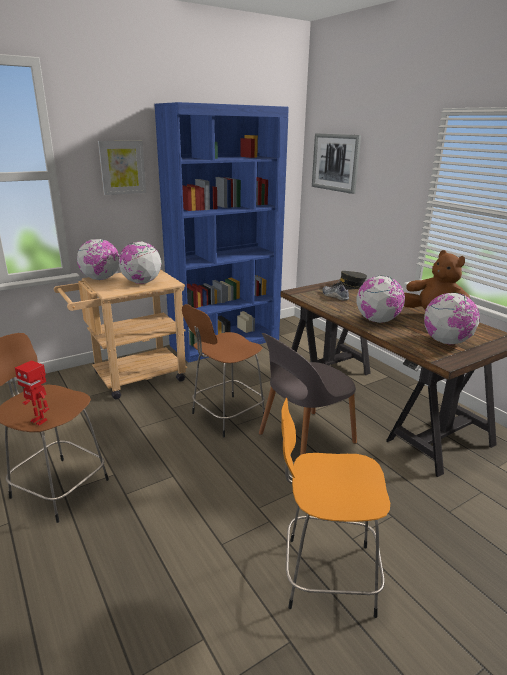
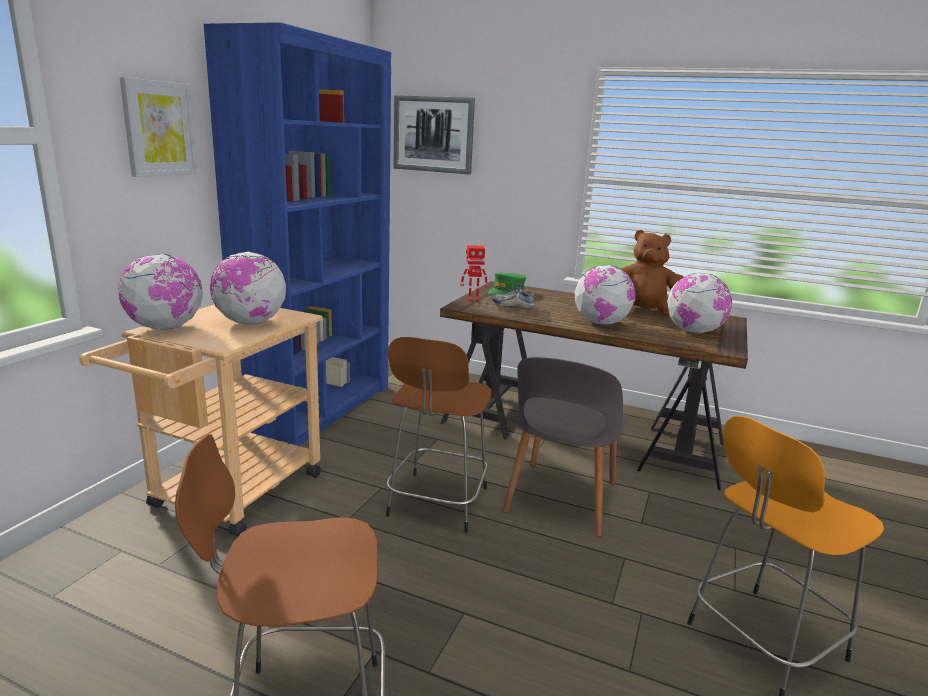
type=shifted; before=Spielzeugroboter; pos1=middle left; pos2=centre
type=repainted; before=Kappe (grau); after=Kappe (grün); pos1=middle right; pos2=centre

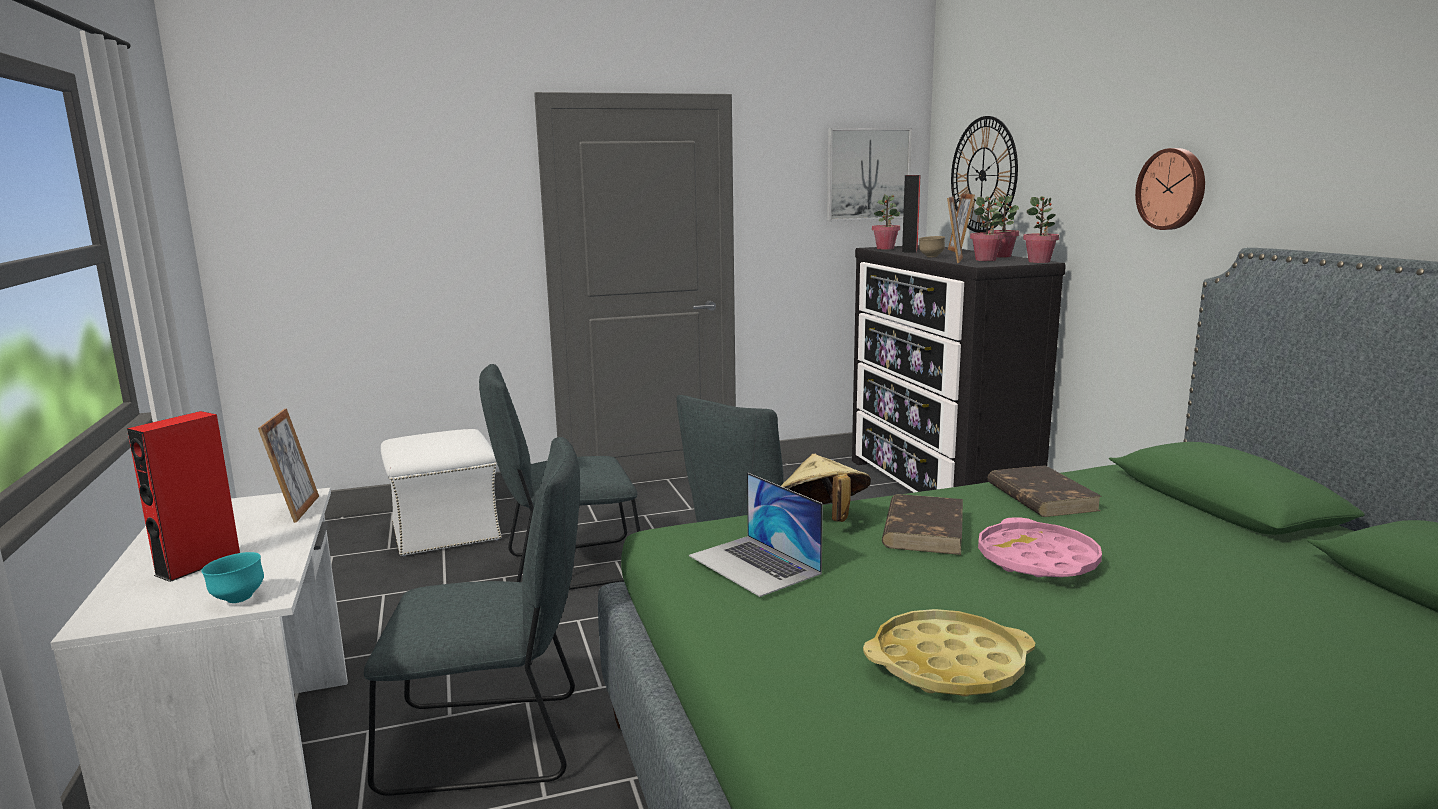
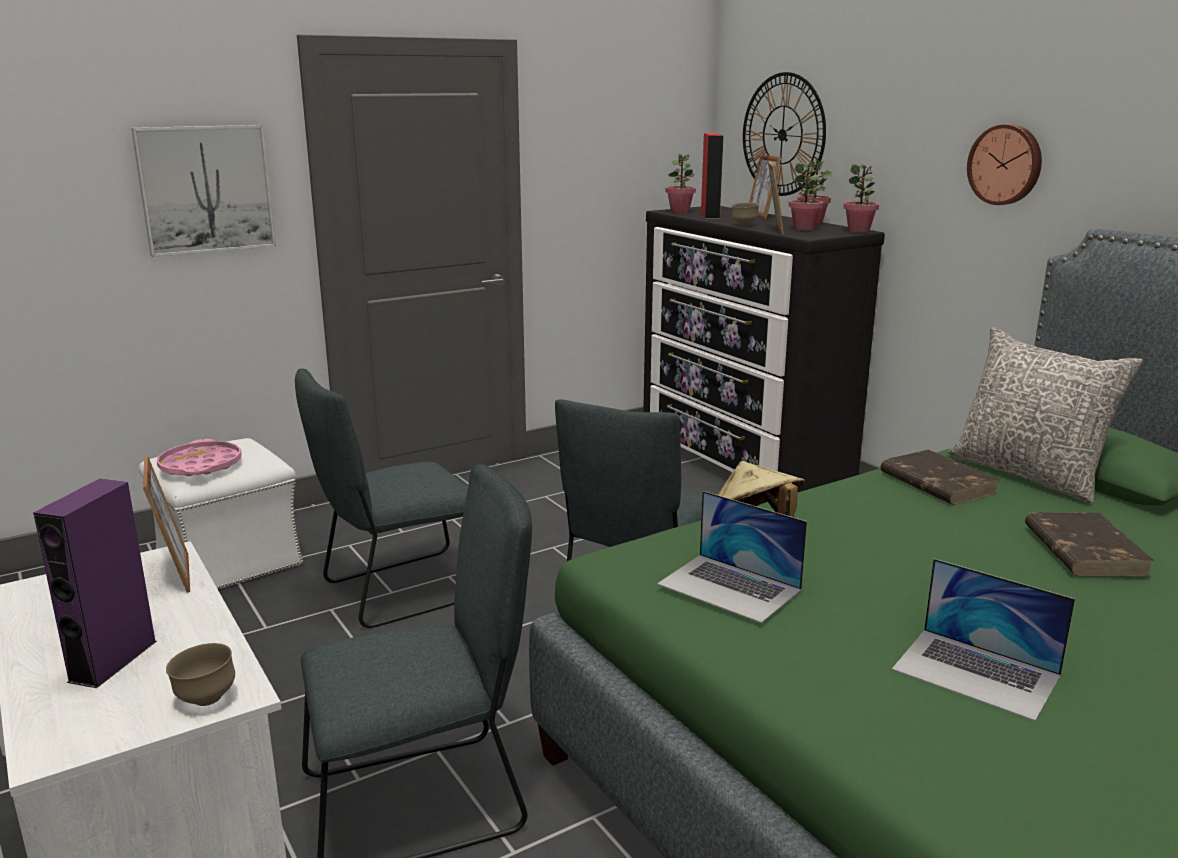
type=repainted; before=Lautsprecher (rot) (no. 1 from left); after=Lautsprecher (lila); pos1=middle left; pos2=bottom left
type=repainted; before=Schüssel (türkis); after=Schüssel (braun) (no. 1 from left); pos1=bottom left; pos2=bottom left
type=shifted; before=Bild; pos1=top centre; pos2=top left
type=swapped; before=Tablett (gelb); after=Laptop (no. 2 from left); pos1=bottom centre; pos2=bottom right
type=shifted; before=Buch (braun) (no. 1 from left in the first image); after=Buch (braun) (no. 2 from left); pos1=centre; pos2=middle right
type=shifted; before=Tablett (rosa); pos1=bottom right; pos2=middle left
type=new; after=Kissen (grau); pos2=middle right

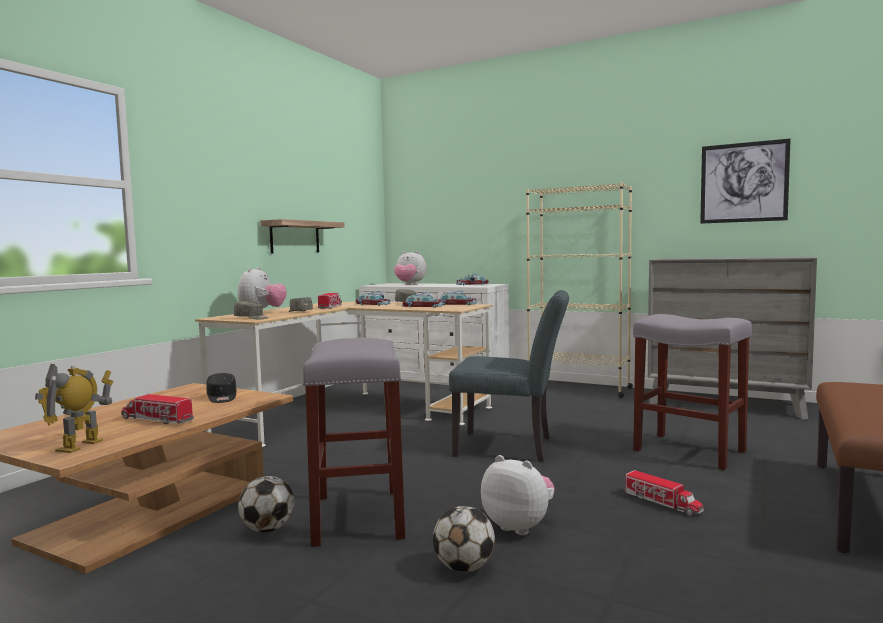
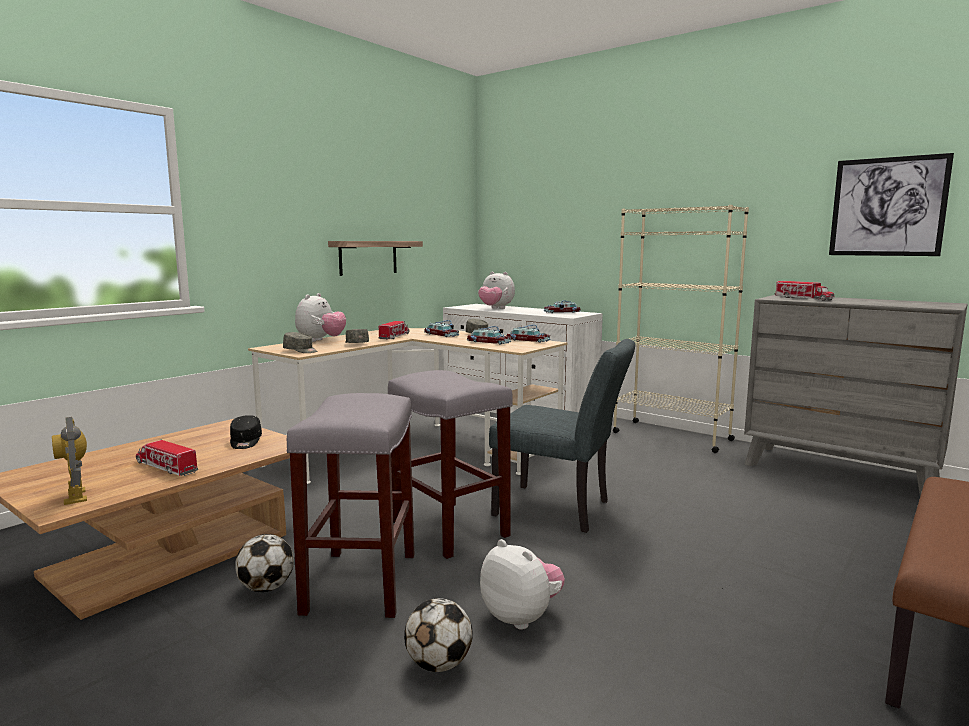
type=rotated; before=Spielzeugroboter; pos1=middle left; pos2=middle left; turn=-60
type=shifted; before=Spielzeuglaster (no. 3 from left); pos1=bottom right; pos2=middle right
type=shifted; before=Hocker (grau) (no. 2 from left); pos1=middle right; pos2=centre

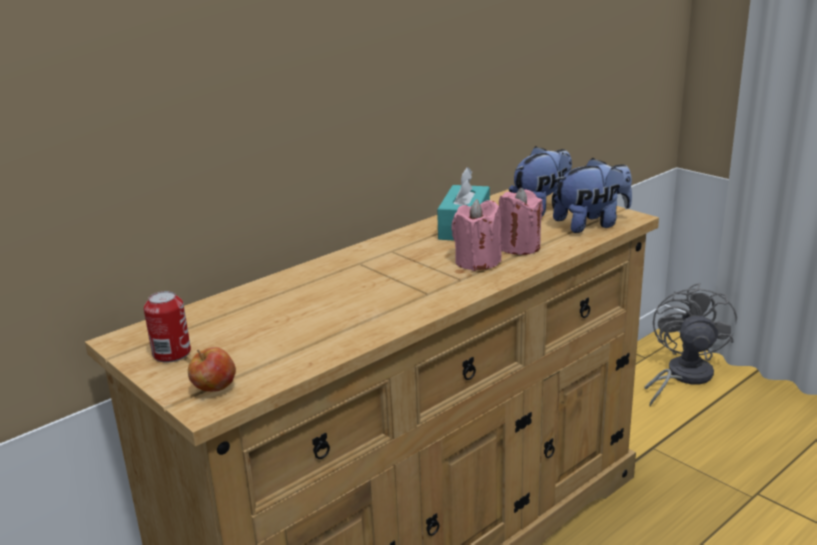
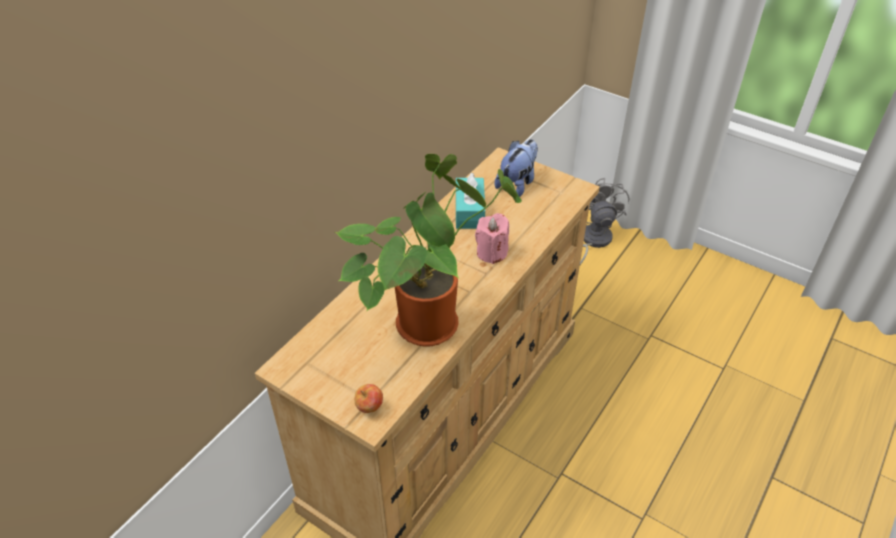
type=gone; before=Dose; pos1=middle left
type=gone; before=Kerze (rosa) (no. 2 from left); pos1=centre
type=gone; before=Plüschtier (no. 2 from left); pos1=middle right
type=new; after=Topfpflanze; pos2=centre

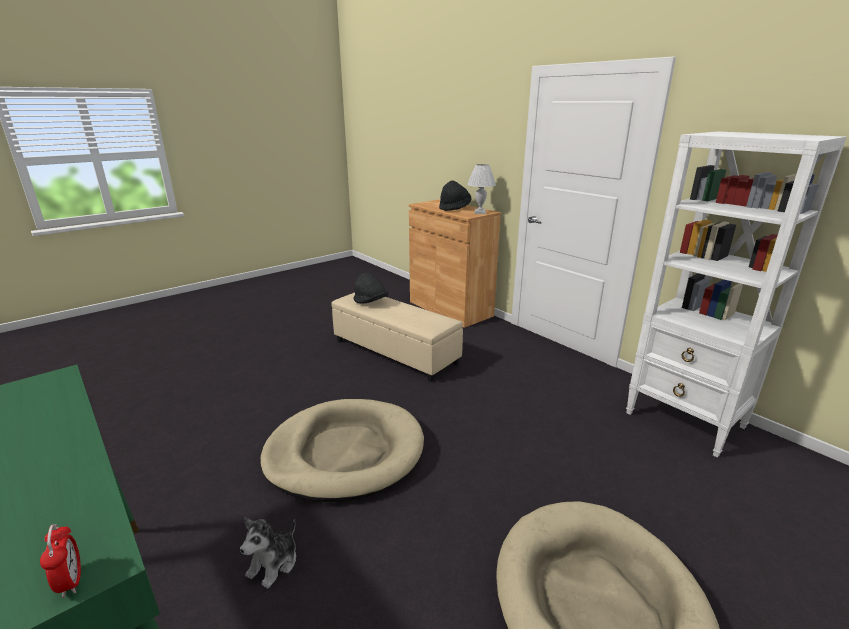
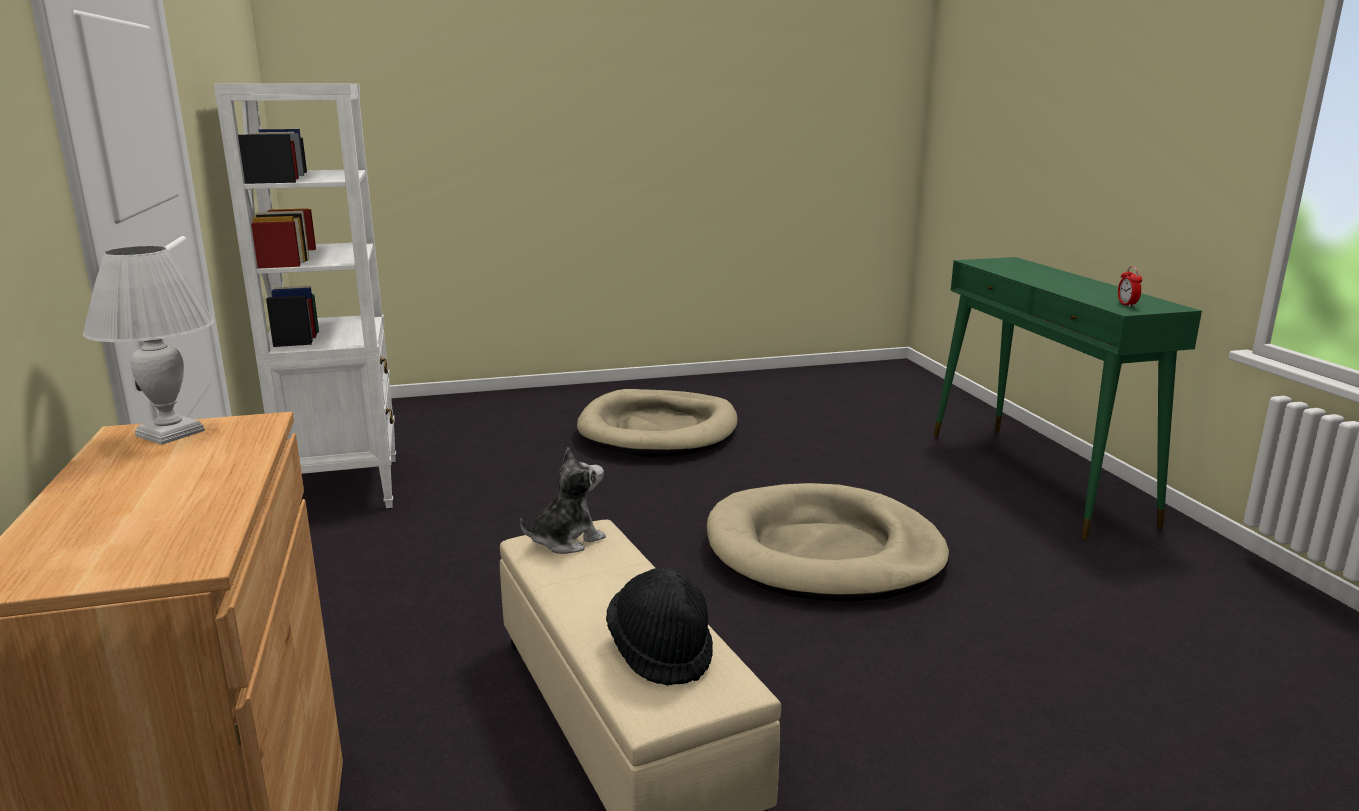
type=shifted; before=Wecker; pos1=bottom left; pos2=middle right
type=shifted; before=Plüschtier; pos1=bottom left; pos2=centre
type=gone; before=Hut (schwarz) (no. 2 from left); pos1=top centre

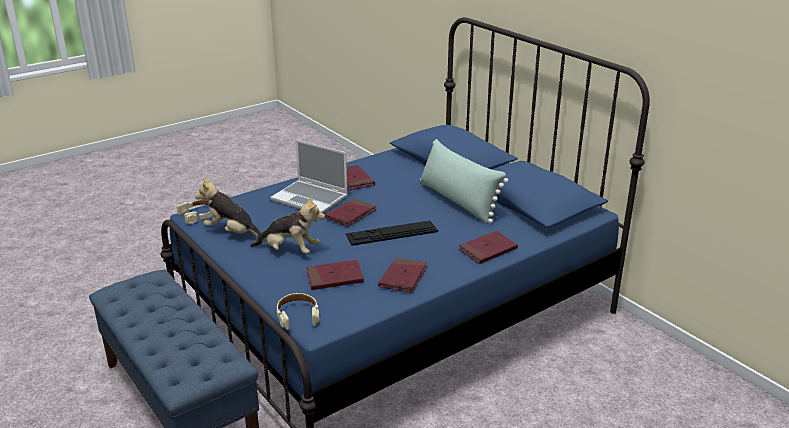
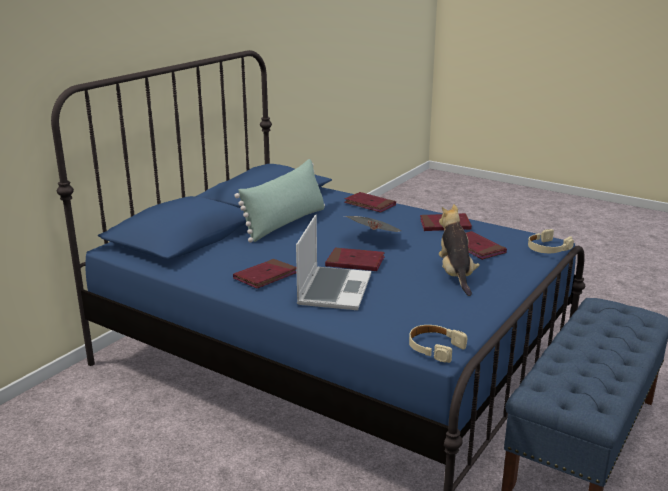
type=gone; before=Plüschtier (no. 1 from left); pos1=middle left
type=swapped; before=Tastatur; after=Zeitung; pos1=centre; pos2=centre

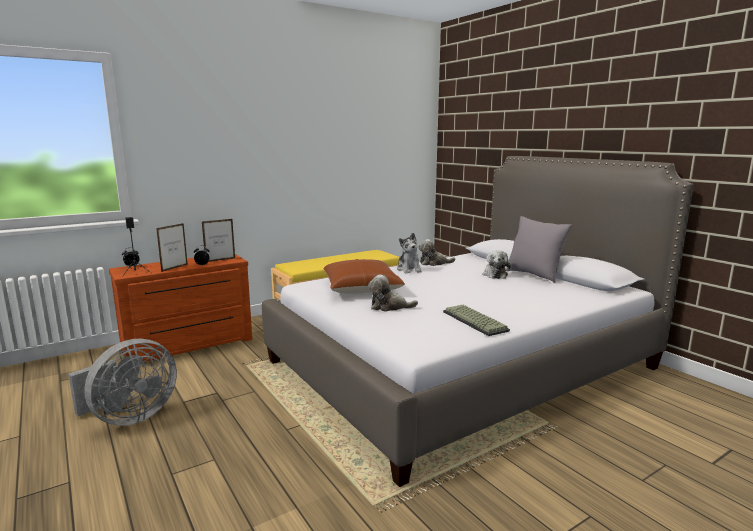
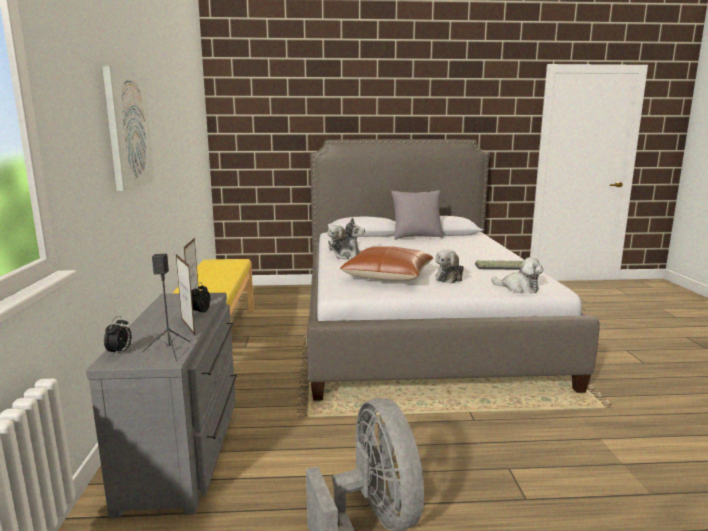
type=repainted; before=Kommode (braun); after=Kommode (grau); pos1=middle left; pos2=bottom left
type=shifted; before=Plüschtier (no. 4 from left); pos1=centre; pos2=middle right
type=new; after=Bild; pos2=top left

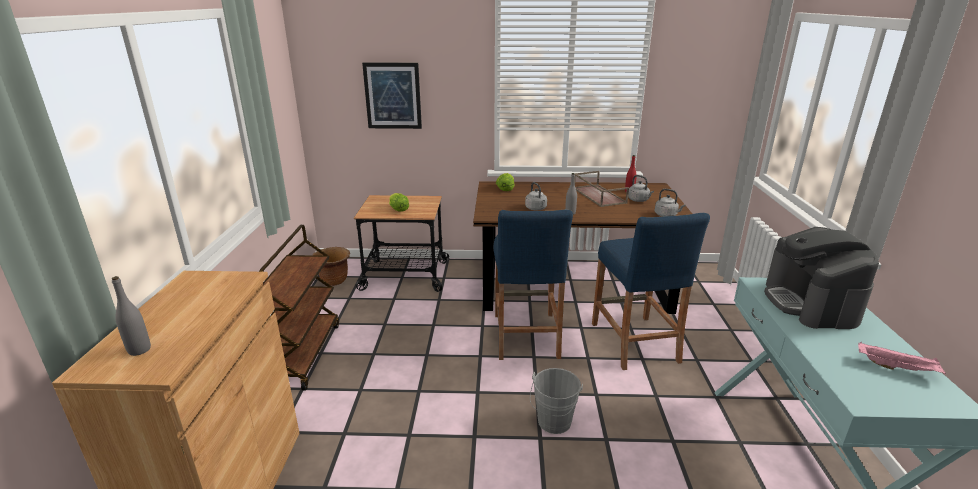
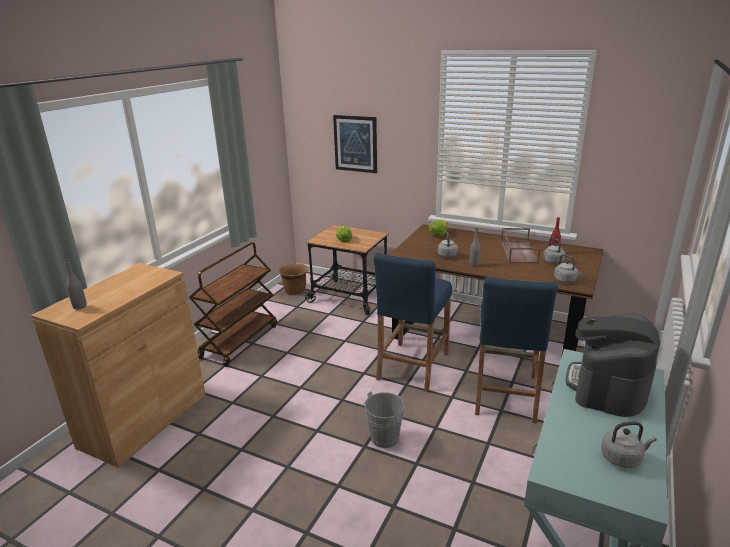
type=swapped; before=Tablett (rosa); after=Wasserkessel (grau) (no. 4 from left); pos1=bottom right; pos2=bottom right

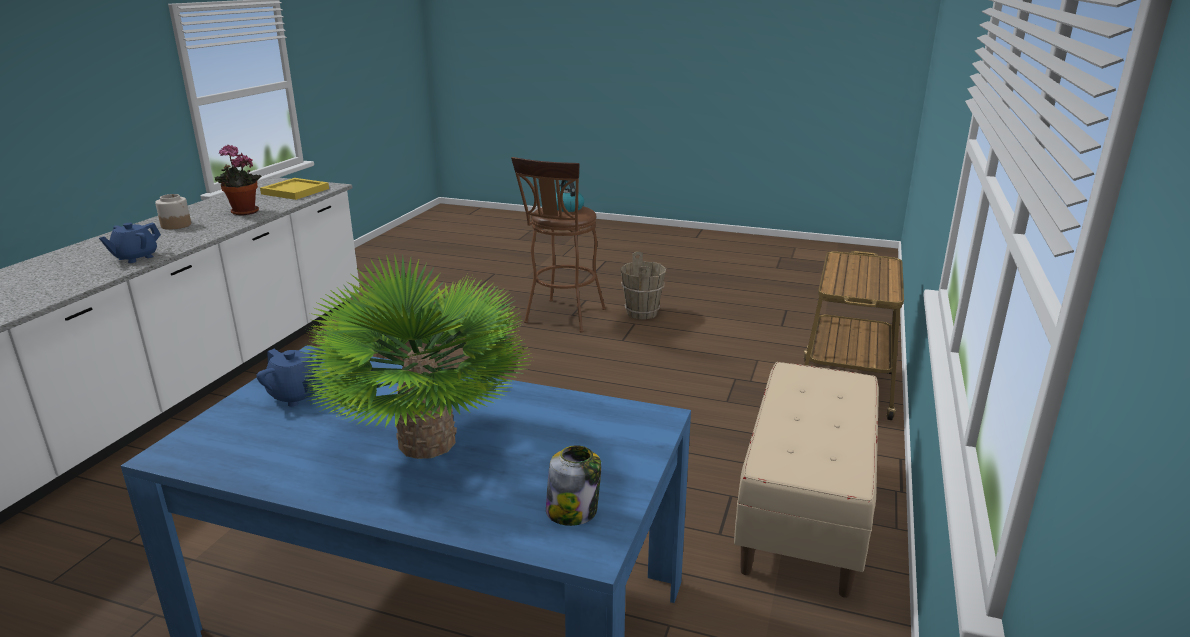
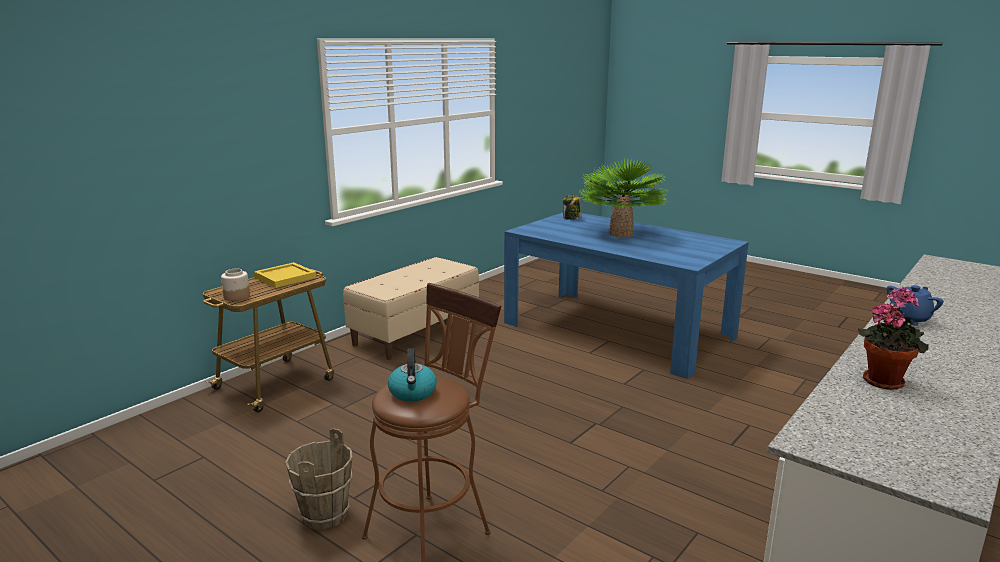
type=shifted; before=Vorratsglas (no. 1 from left); pos1=top left; pos2=middle left
type=gone; before=Teekanne (blau) (no. 2 from left); pos1=middle left
type=shifted; before=Tablett (gelb); pos1=top left; pos2=middle left

